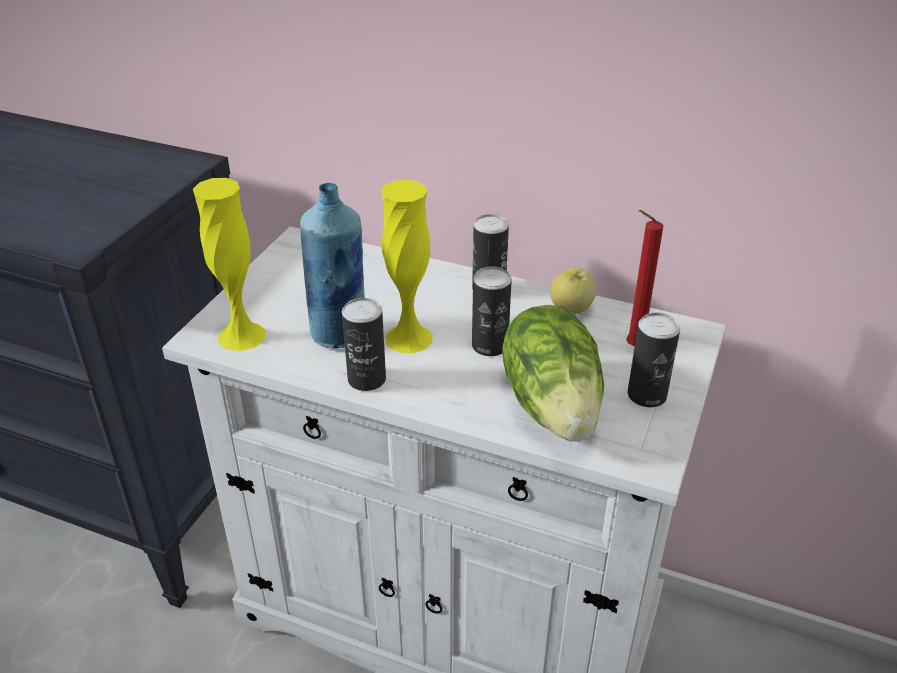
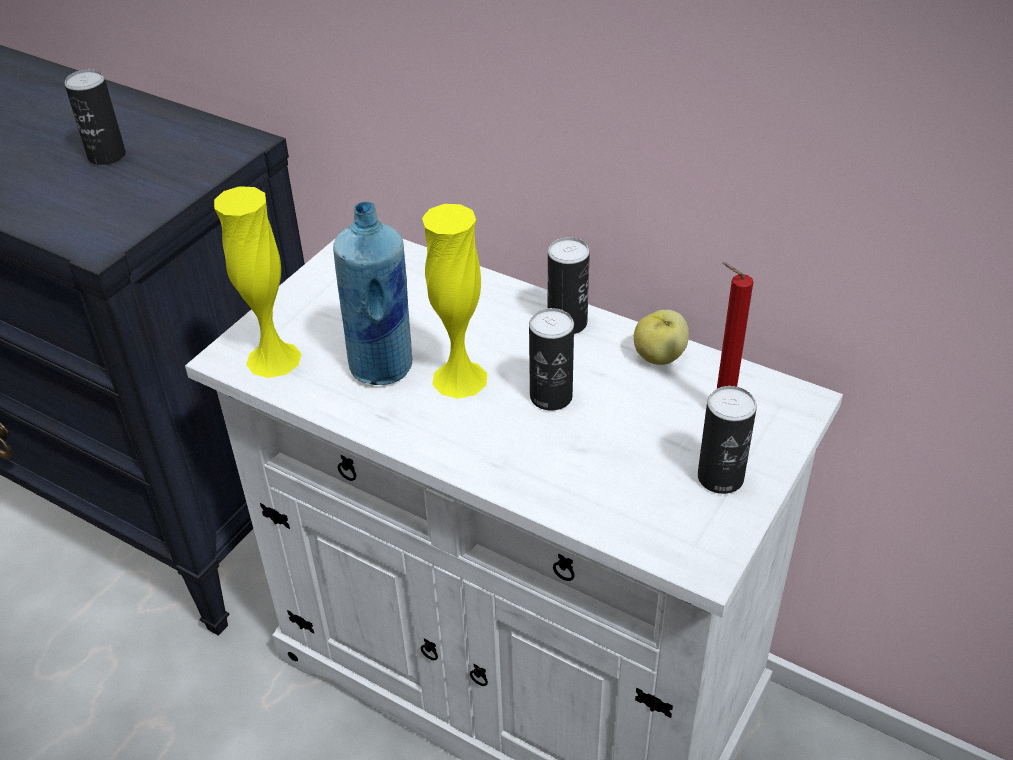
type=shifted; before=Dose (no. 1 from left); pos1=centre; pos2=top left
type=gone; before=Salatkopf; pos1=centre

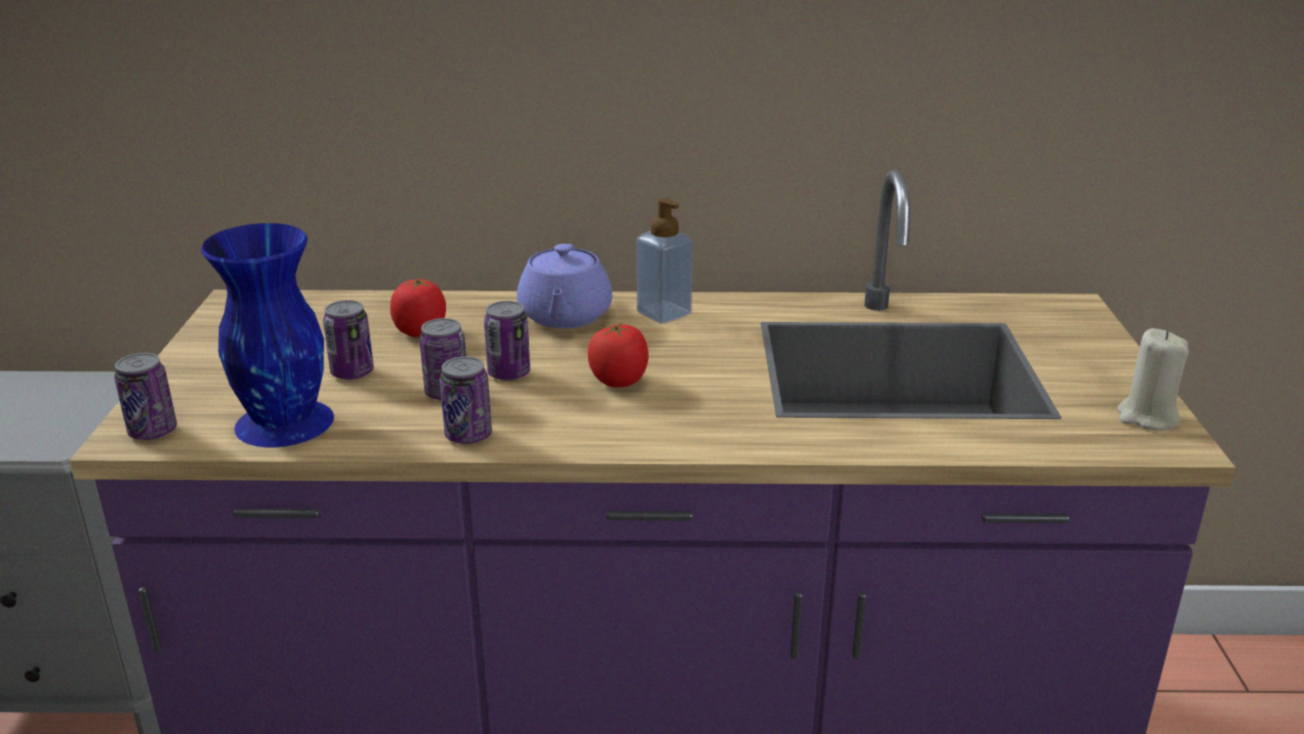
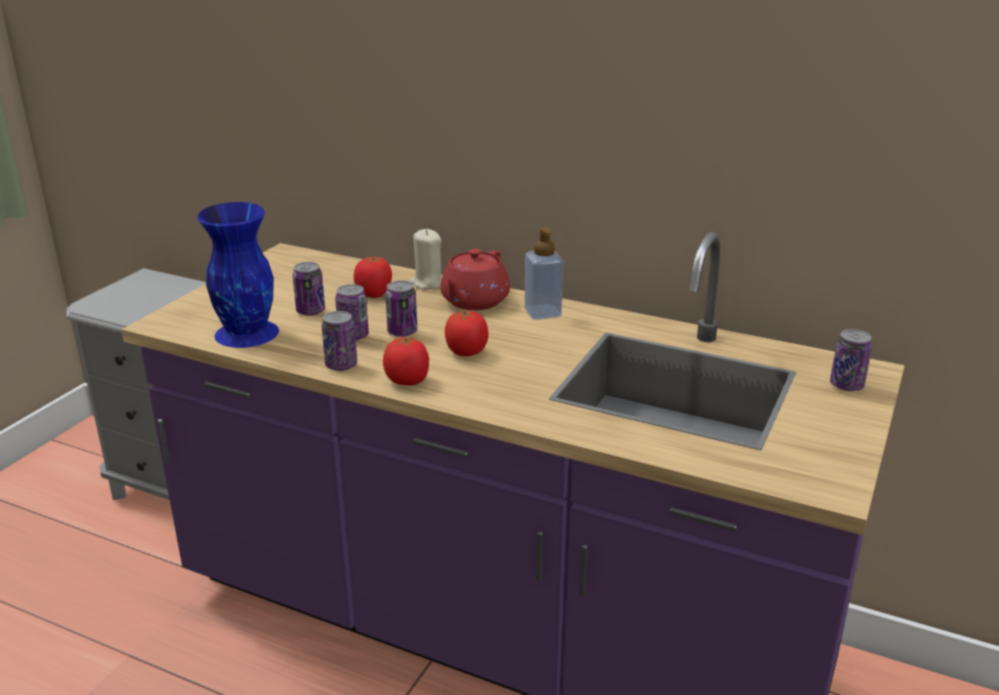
type=shifted; before=Dose (no. 1 from left in the first image); after=Dose (no. 5 from left); pos1=middle left; pos2=middle right
type=repainted; before=Teekanne (lila); after=Teekanne (rot); pos1=centre; pos2=centre
type=shifted; before=Kerze (beige); pos1=middle right; pos2=centre
type=new; after=Tomate (no. 2 from left); pos2=centre

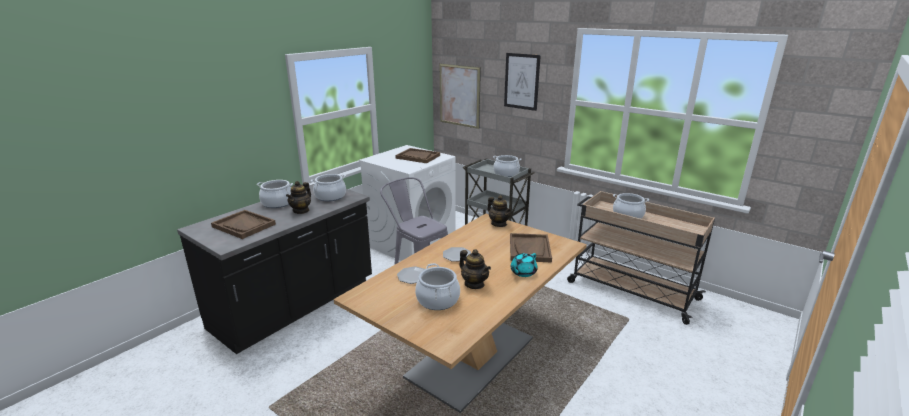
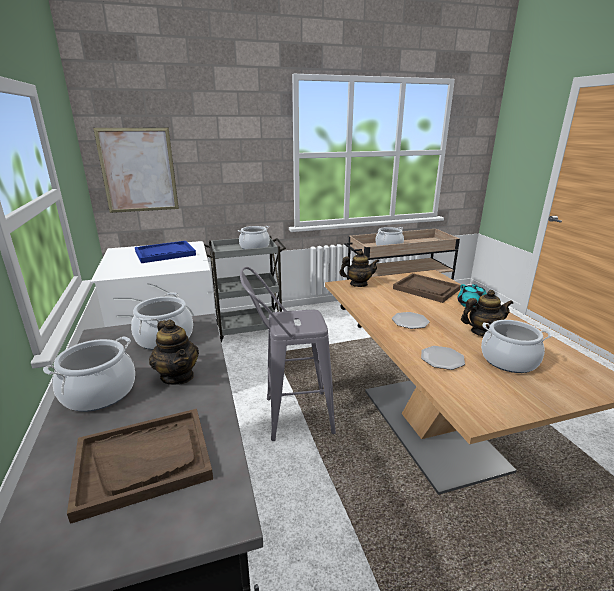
type=repainted; before=Tablett (braun) (no. 2 from left); after=Tablett (blau); pos1=centre; pos2=middle left
type=gone; before=Bild (no. 2 from left); pos1=top centre

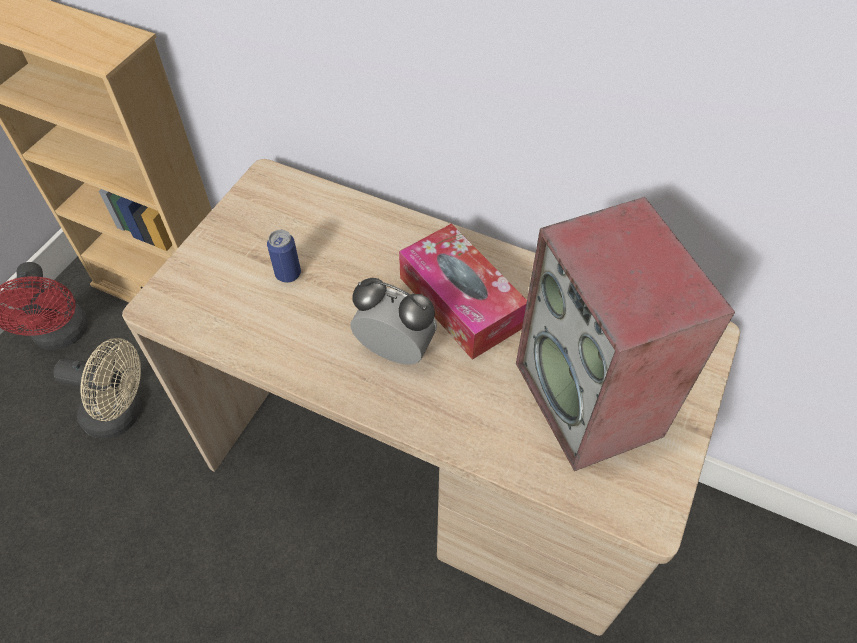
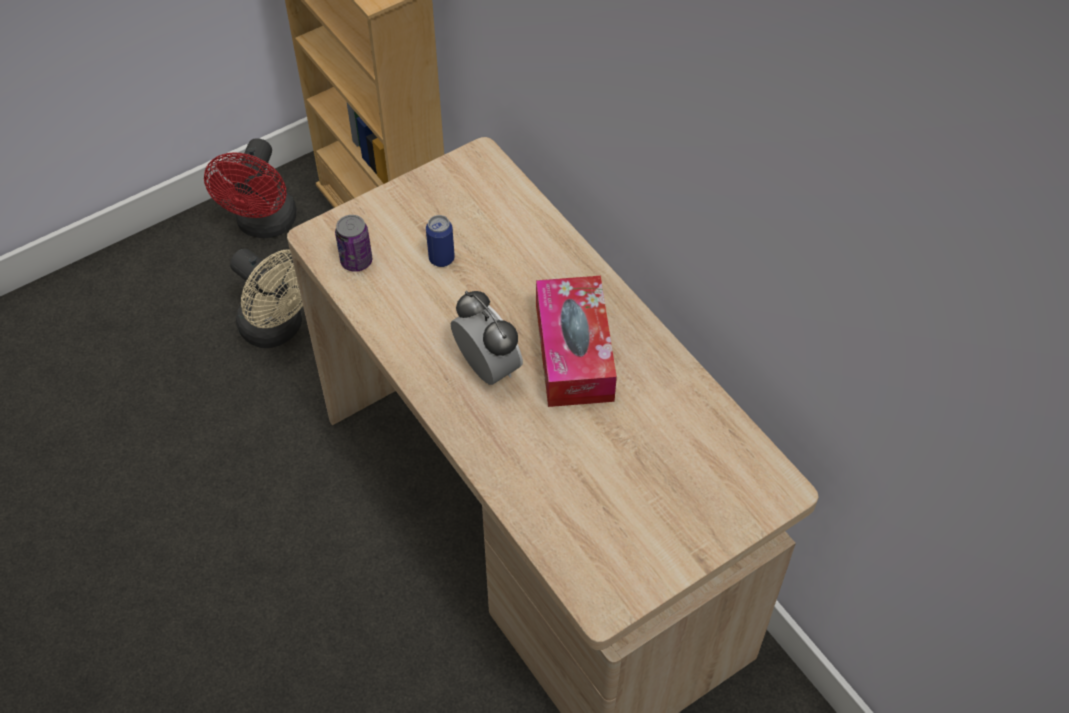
type=gone; before=Lautsprecher; pos1=middle right
type=new; after=Dose (no. 1 from left); pos2=middle left

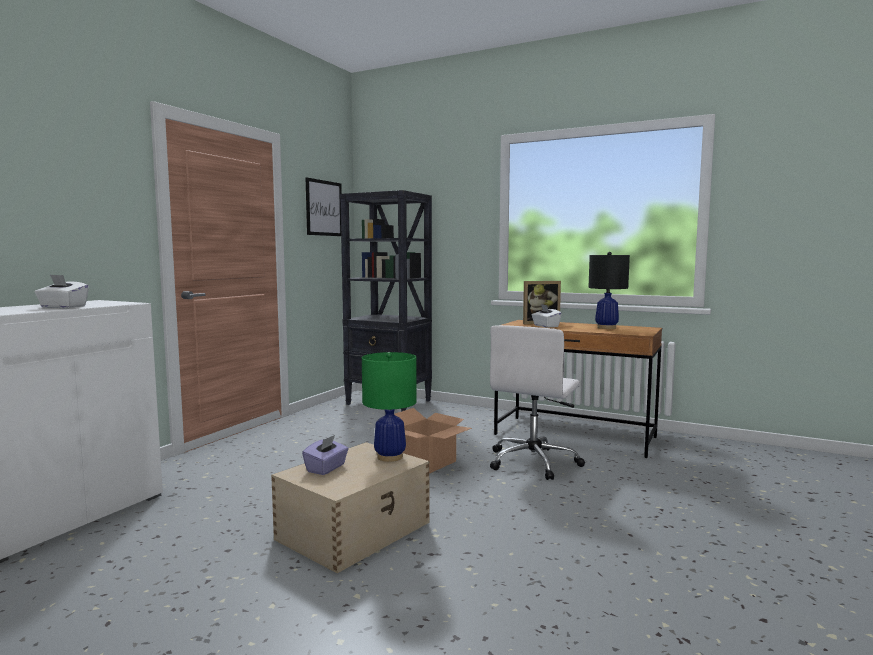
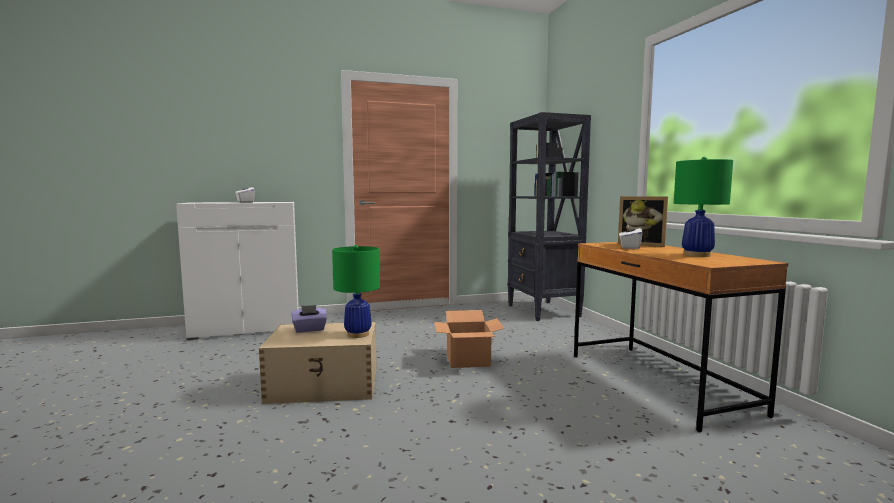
type=gone; before=Bild; pos1=top centre
type=gone; before=Bürostuhl (weiß); pos1=centre
type=repainted; before=Tischlampe (schwarz); after=Tischlampe (grün) (no. 2 from left); pos1=middle right; pos2=middle right

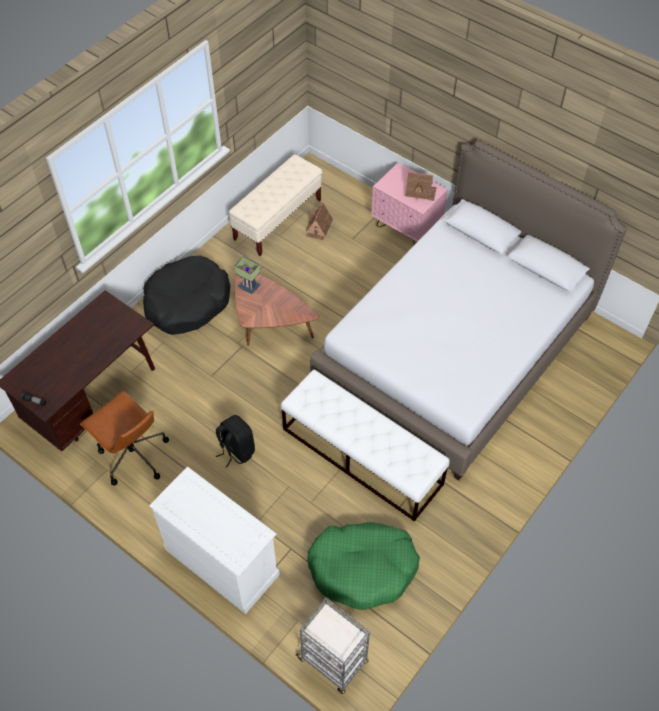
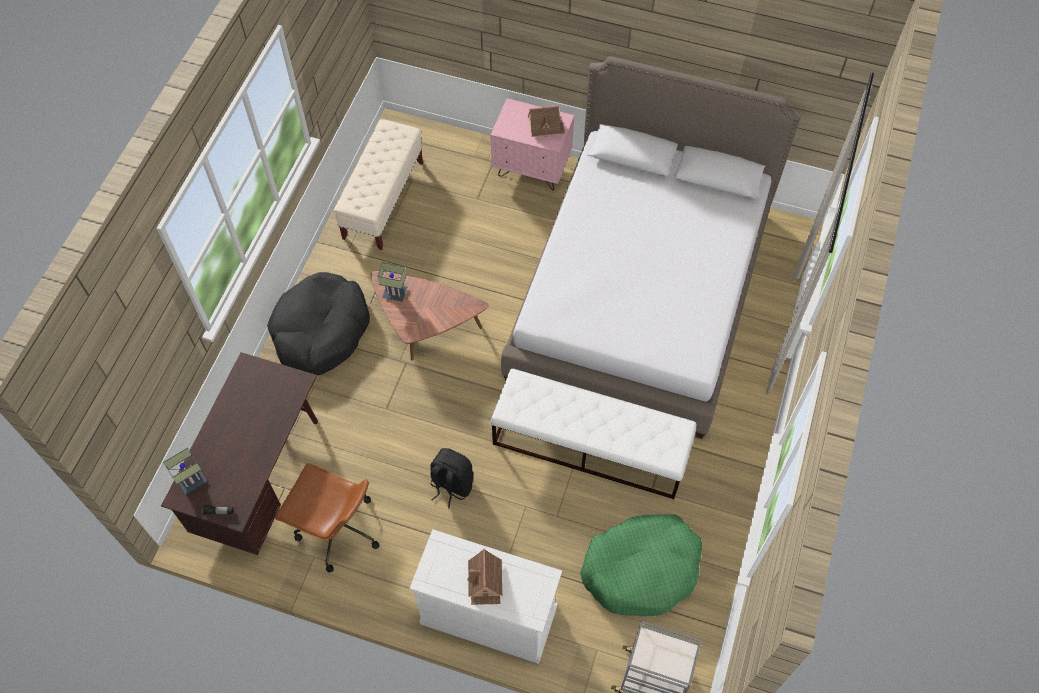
type=shifted; before=Spielzeughaus (no. 1 from left); pos1=top centre; pos2=bottom centre
type=new; after=Tischlampe (no. 1 from left); pos2=bottom left

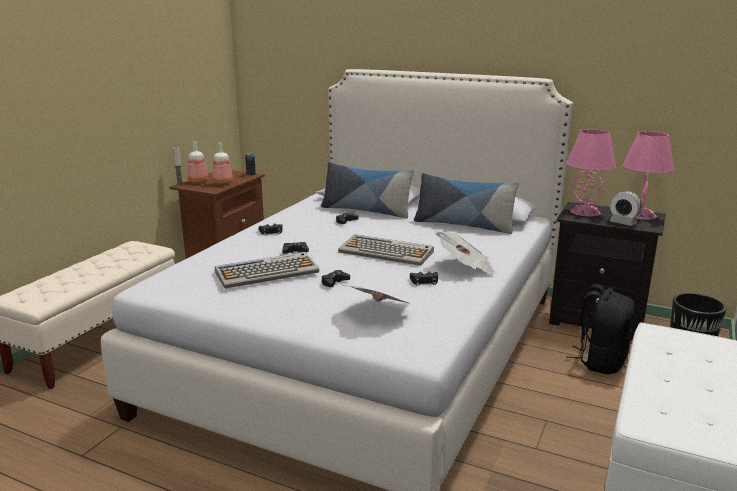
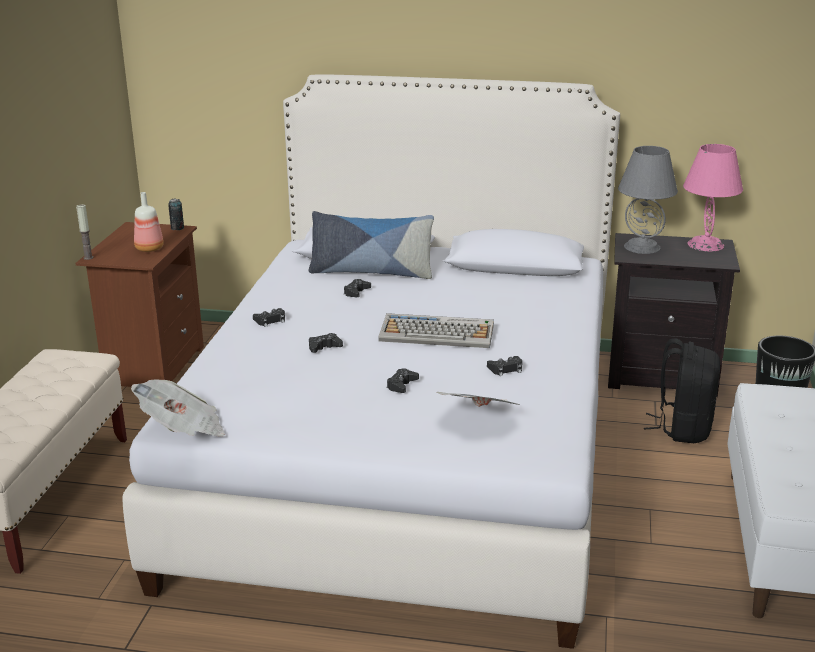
type=gone; before=Flasche (no. 1 from left); pos1=top left
type=gone; before=Tastatur (no. 1 from left); pos1=centre
type=gone; before=Kissen (no. 2 from left); pos1=centre
type=shifted; before=Zeitung (no. 2 from left in the first image); after=Zeitung (no. 1 from left); pos1=centre; pos2=middle left
type=repainted; before=Tischlampe (rosa) (no. 1 from left); after=Tischlampe (grau); pos1=middle right; pos2=top right
type=gone; before=Wecker; pos1=middle right

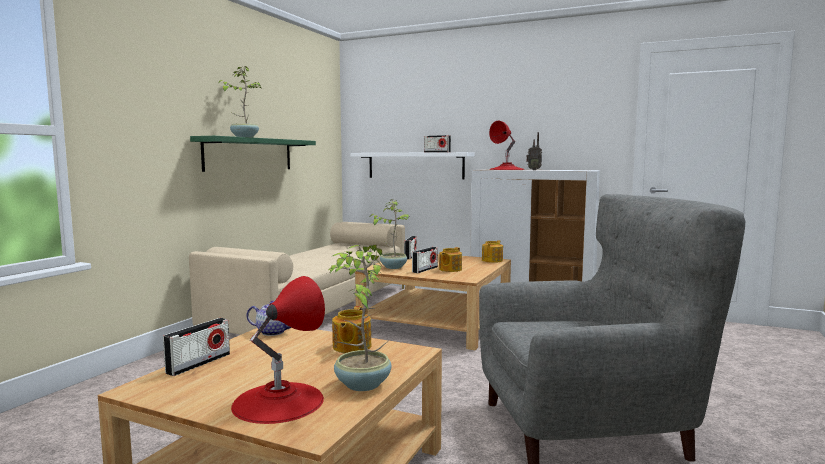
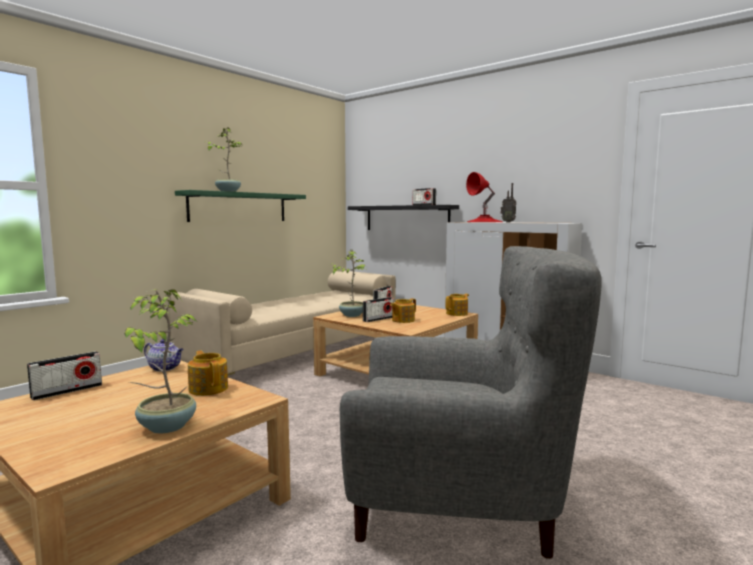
type=gone; before=Tischlampe (rot) (no. 1 from left); pos1=bottom centre
type=rotated; before=Teekanne (no. 2 from left); pos1=bottom centre; pos2=middle left; turn=120
type=repainted; before=Wandregal (weiß); after=Wandregal (schwarz); pos1=centre; pos2=centre

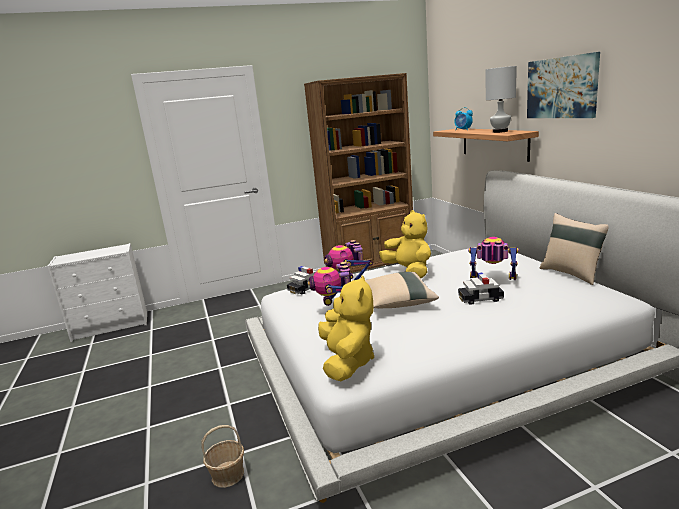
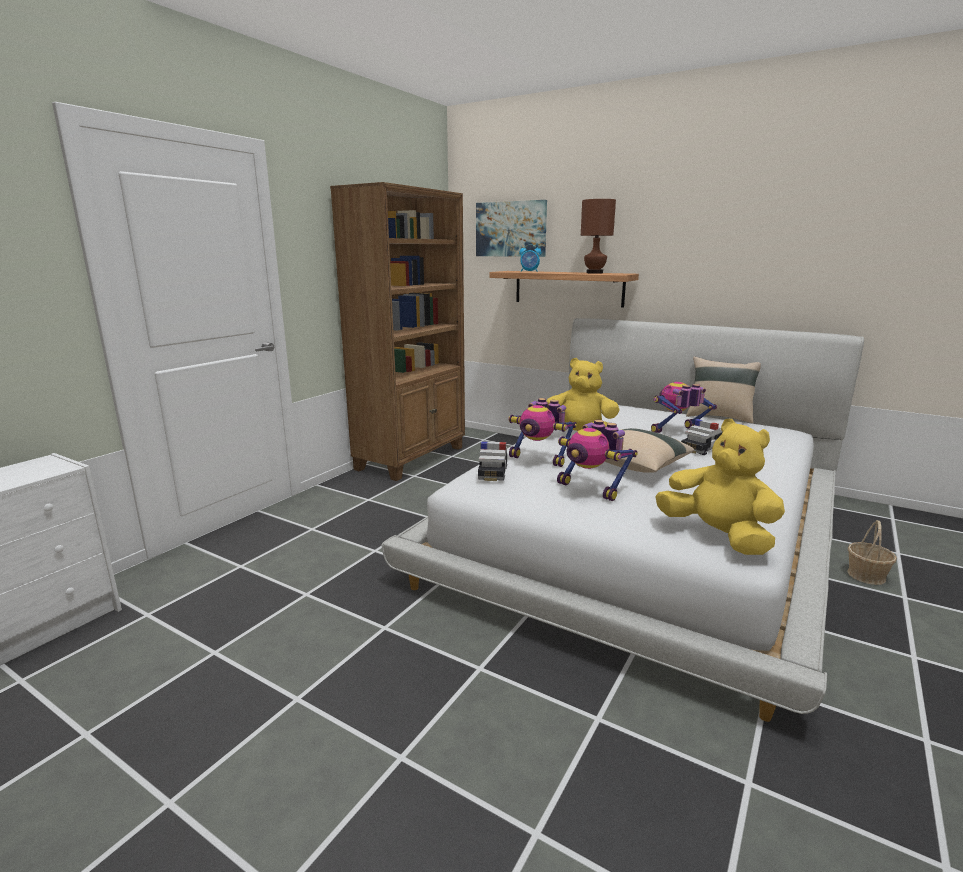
type=shifted; before=Korb; pos1=bottom left; pos2=middle right
type=repainted; before=Tischlampe (weiß); after=Tischlampe (braun); pos1=top right; pos2=top centre
type=shifted; before=Bild; pos1=top right; pos2=top centre

